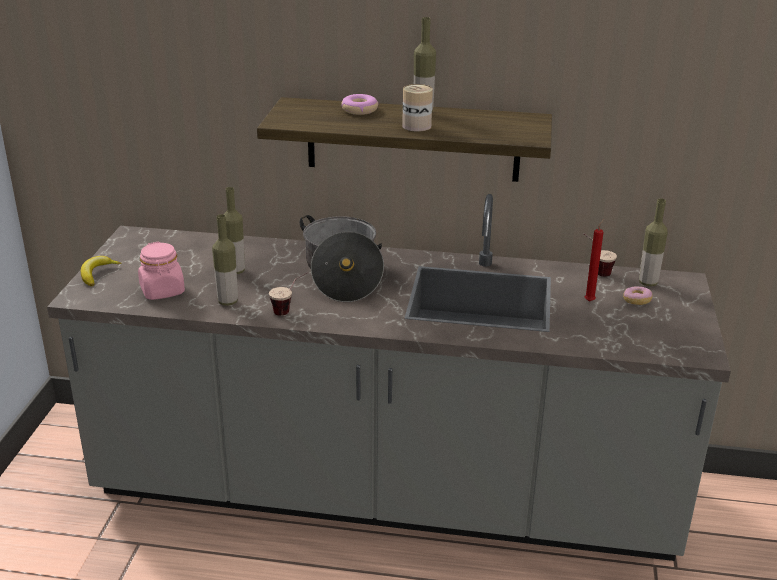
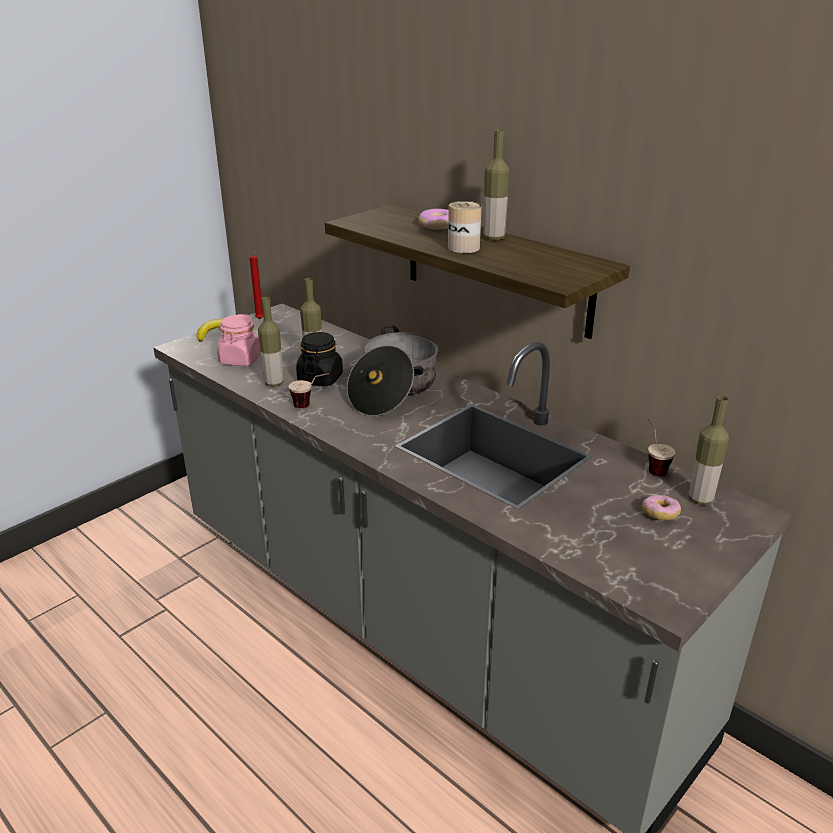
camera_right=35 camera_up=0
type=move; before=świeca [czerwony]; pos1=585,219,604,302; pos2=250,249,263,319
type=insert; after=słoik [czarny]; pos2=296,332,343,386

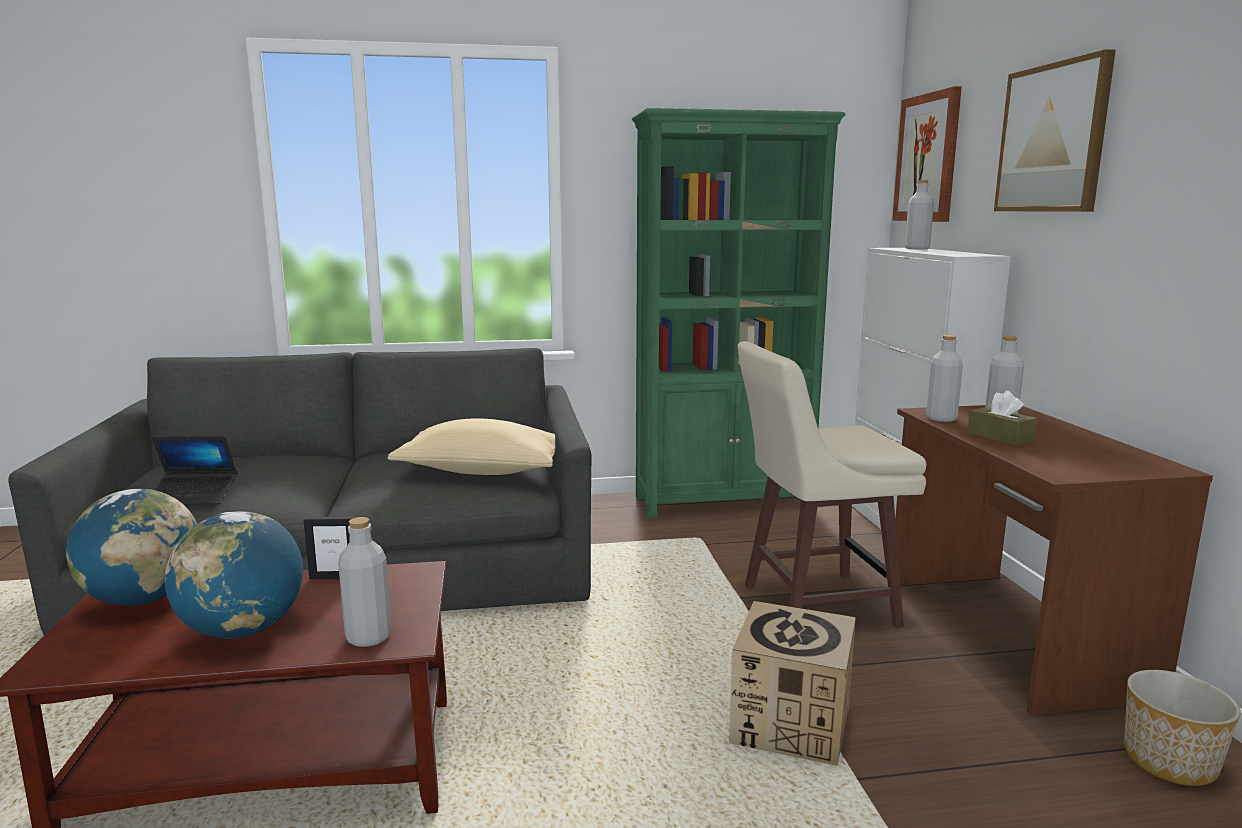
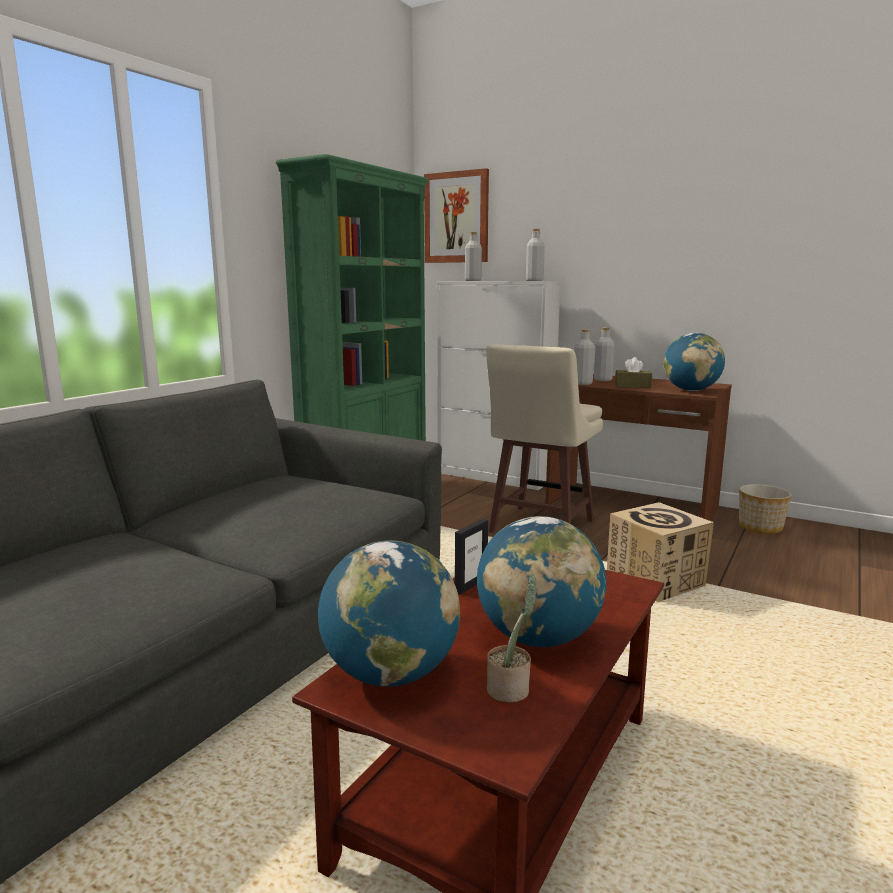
camera_right=-50 camera_up=0
type=insert; after=roślina doniczkowa; pos2=487,574,537,703
type=move; before=butelka [szary]; pos1=338,517,392,647; pos2=526,229,545,281
type=insert; after=globus; pos2=663,333,725,391
type=delete; before=laptop; pos1=152,436,237,505
type=delete; before=poduszka [beżowy]; pos1=388,418,555,475
type=delete; before=obraz; pos1=994,49,1116,212

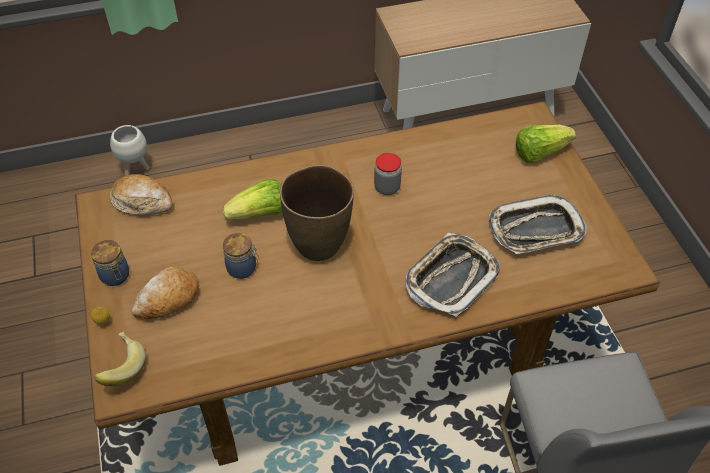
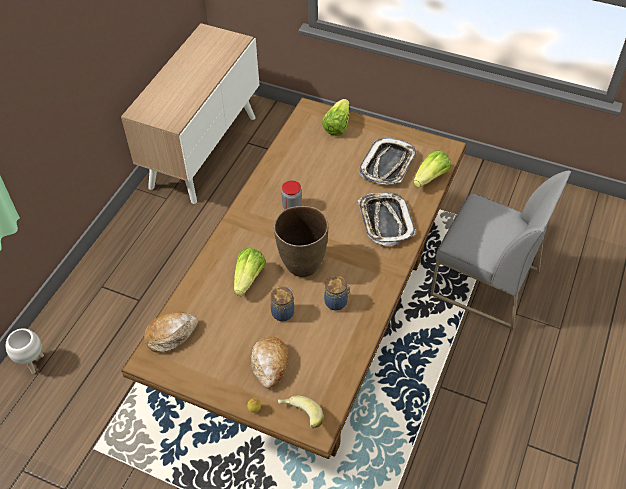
camera_right=-50 camera_up=0
type=move; before=słoik; pos1=91,240,129,286; pos2=324,276,350,311
type=insert; after=sałata; pos2=413,150,451,187

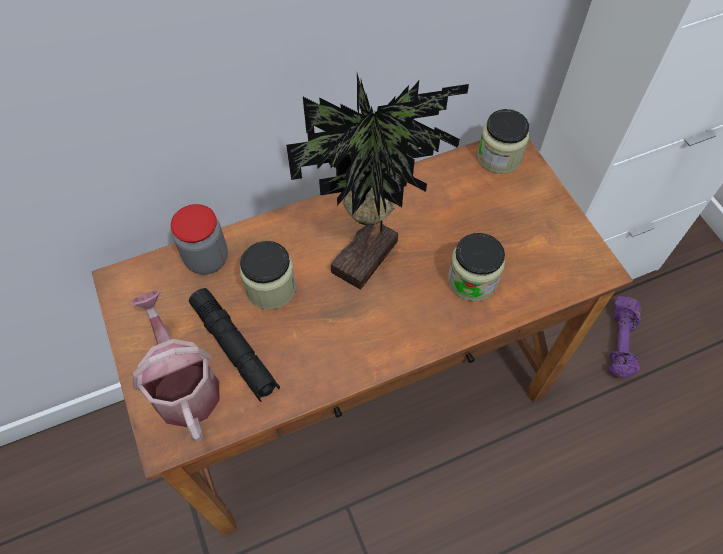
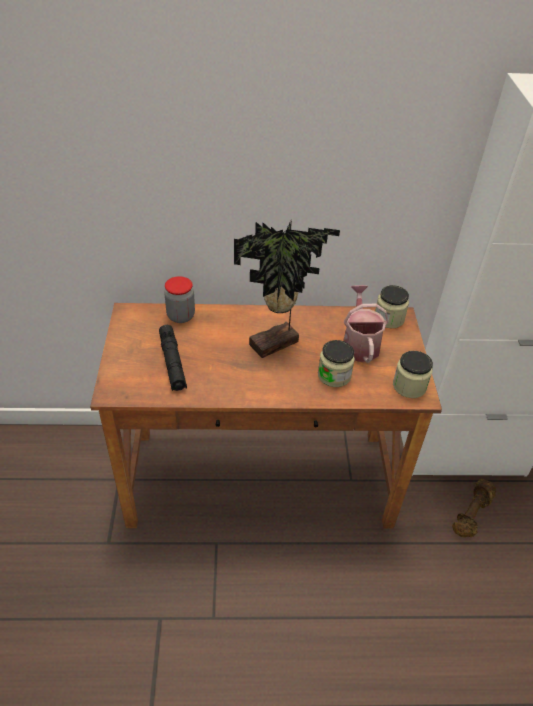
camera_right=20 camera_up=-15
type=move; before=konewka; pos1=130,291,220,442; pos2=343,285,389,363
type=move; before=słoik; pos1=240,241,296,310; pos2=393,351,433,398
type=recolor; before=hantel [fioletowy]; after=hantel [brązowy]; pos1=608,296,641,378; pos2=452,479,496,537

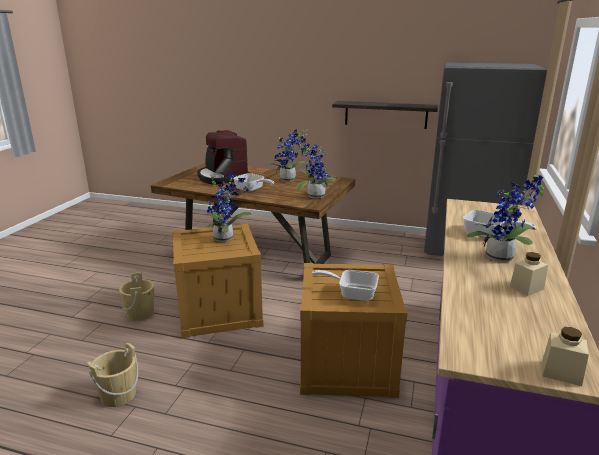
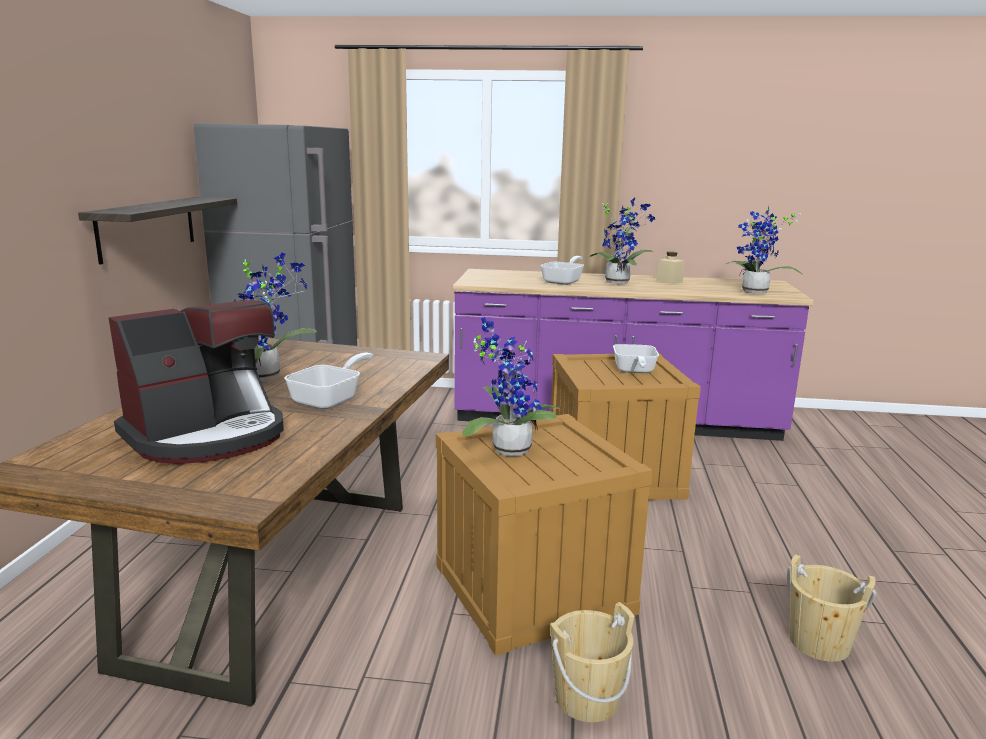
camera_right=-100 camera_up=-5
type=move; before=roślina doniczkowa; pos1=296,136,336,199; pos2=726,207,803,294
type=delete; before=słoik [beżowy]; pos1=542,327,589,386

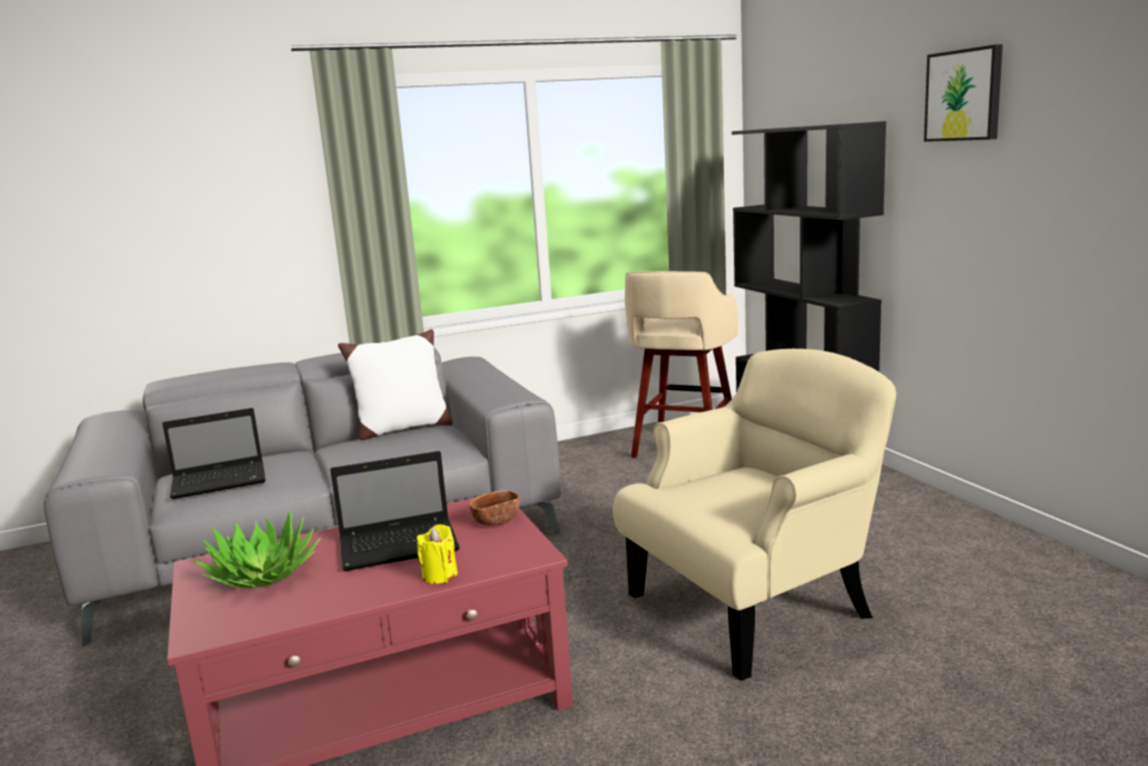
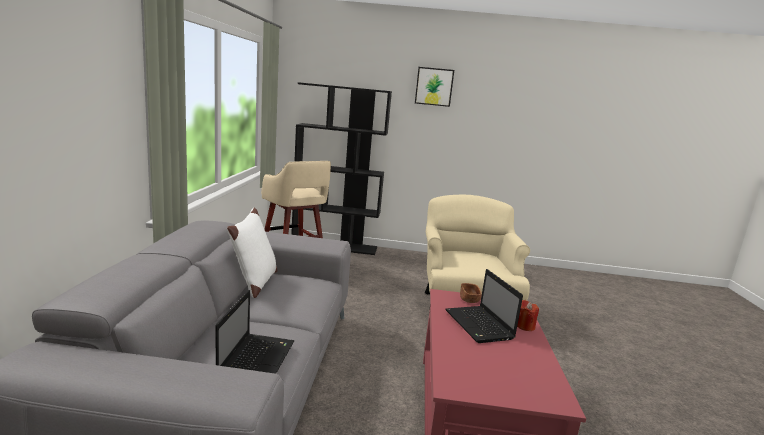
camera_right=-65 camera_up=0
type=rotate; before=laptop; pos1=330,451,460,571; pos2=445,269,523,343; turn=150
type=recolor; before=świeca [żółty]; after=świeca [czerwony]; pos1=417,524,458,584; pos2=517,300,539,331
type=delete; before=roślina doniczkowa; pos1=193,510,321,588

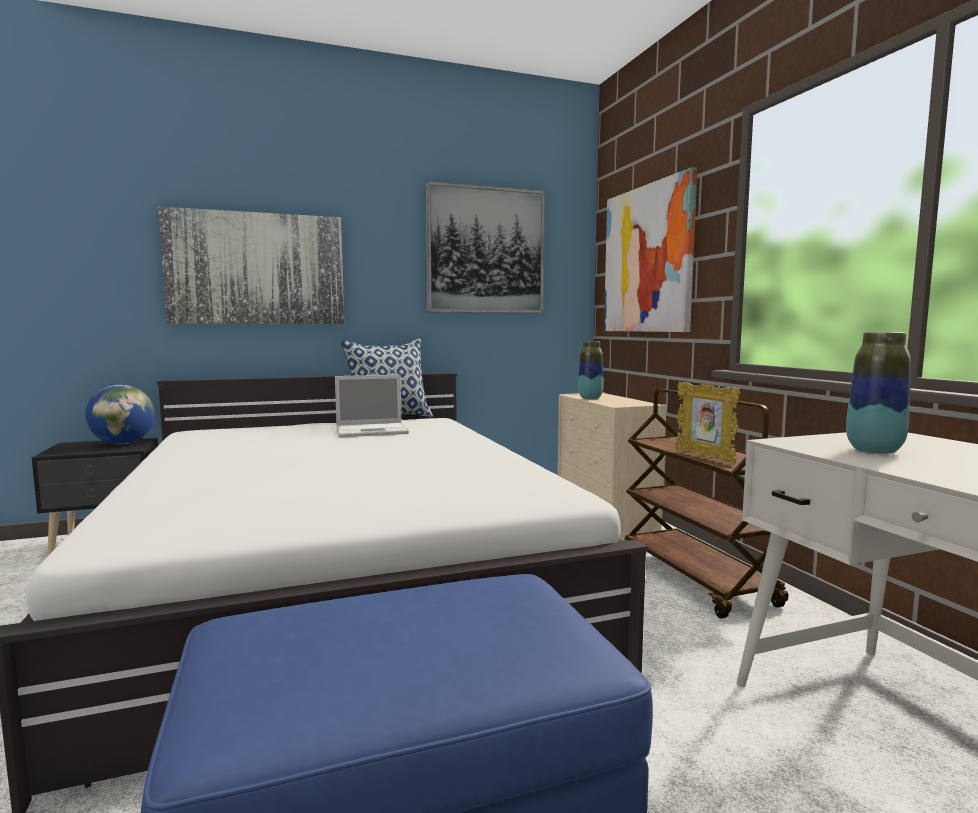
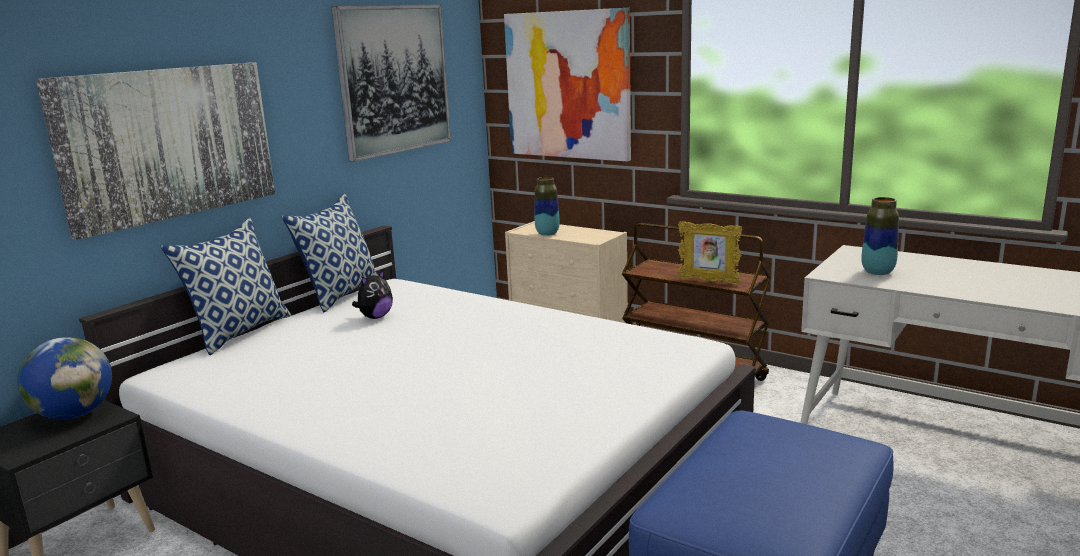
camera_right=-35 camera_up=10
type=insert; after=poduszka; pos2=161,218,292,355
type=replace; before=laptop; after=pluszak; pos1=335,375,409,437; pos2=352,269,393,319

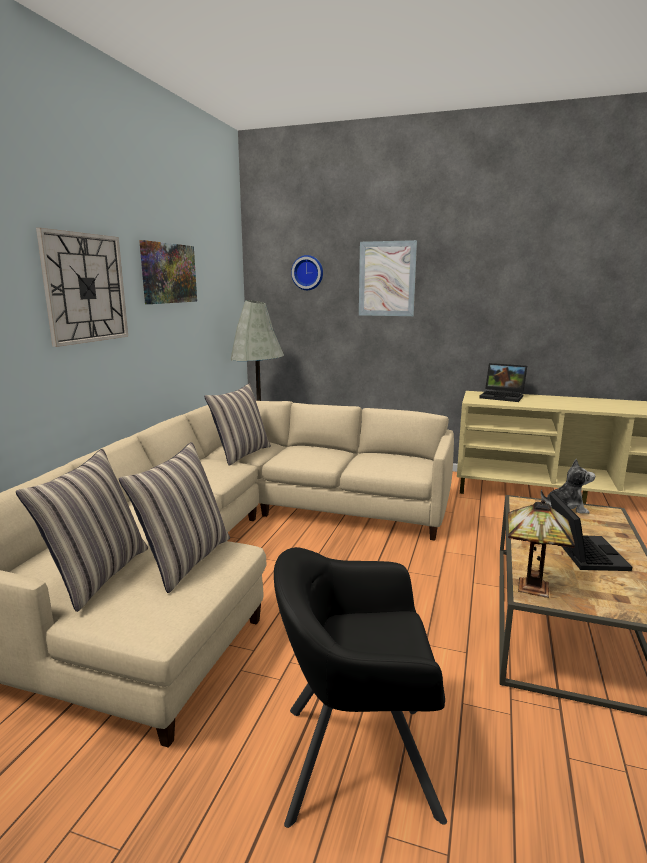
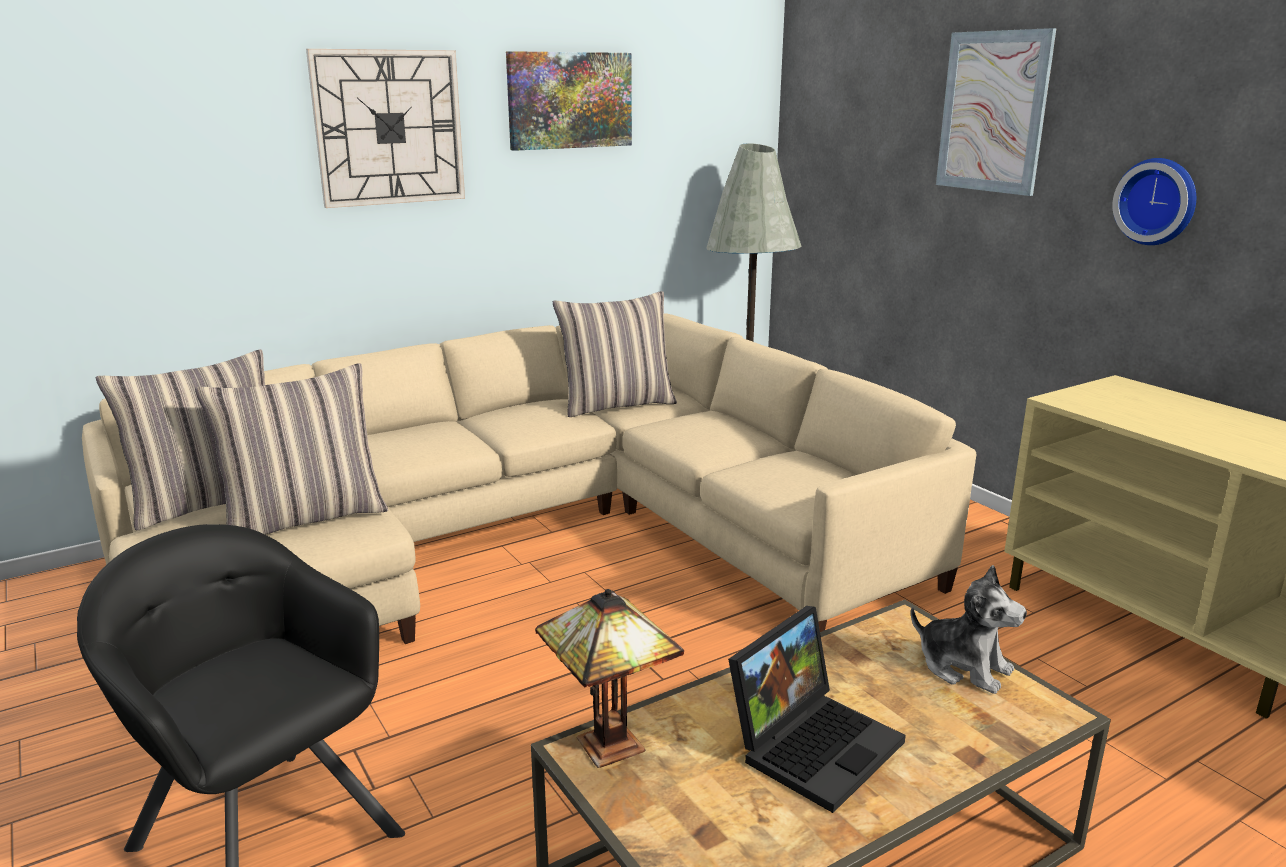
camera_right=40 camera_up=5
type=move; before=zegar ścienny; pos1=291,255,323,290; pos2=1112,158,1196,245
type=delete; before=laptop; pos1=479,363,527,402

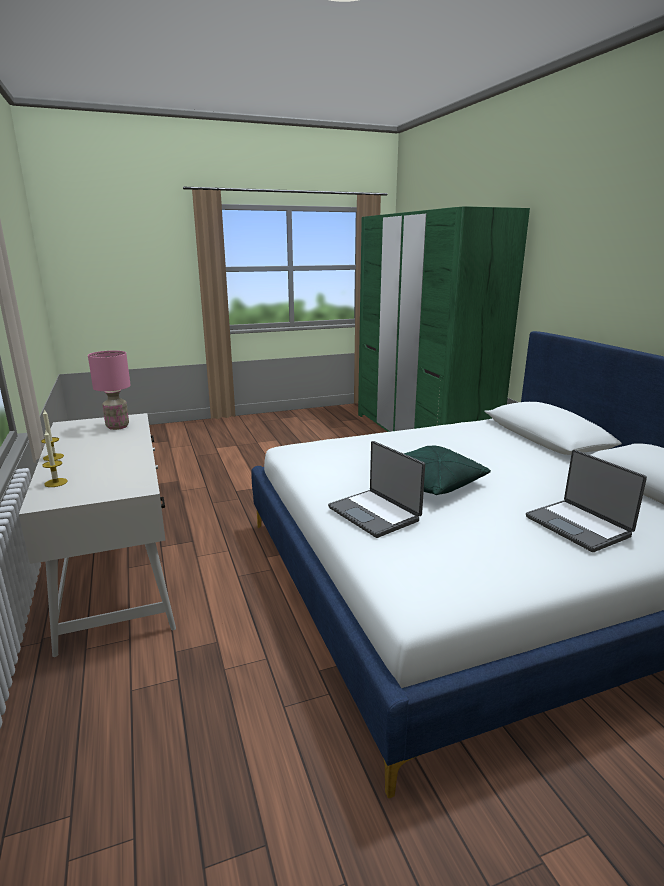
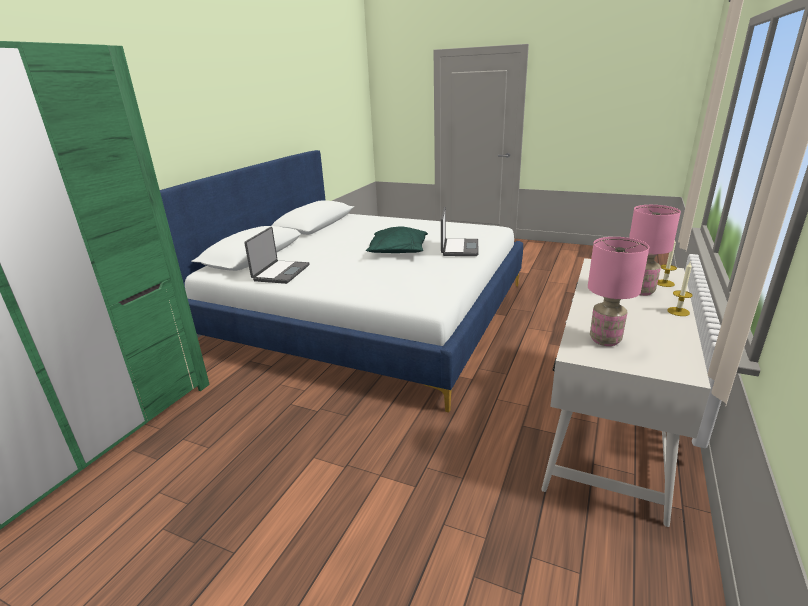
camera_right=-135 camera_up=5
type=move; before=laptop; pos1=526,450,647,552; pos2=244,227,309,284
type=insert; after=lampa stołowa [różowy]; pos2=629,205,681,296

